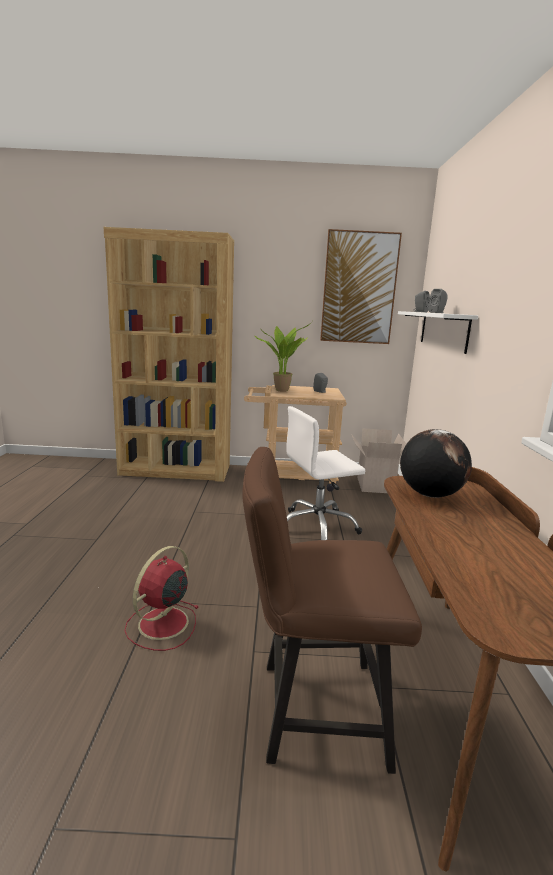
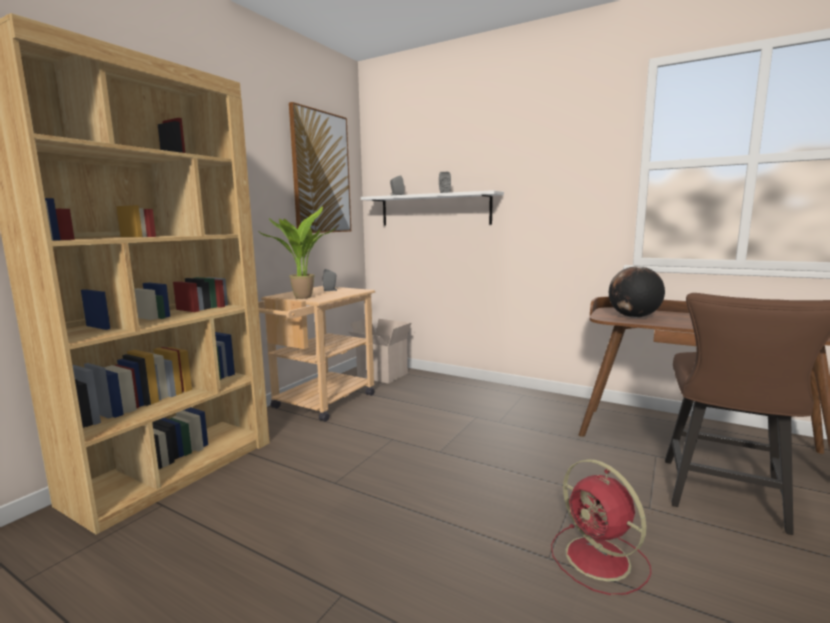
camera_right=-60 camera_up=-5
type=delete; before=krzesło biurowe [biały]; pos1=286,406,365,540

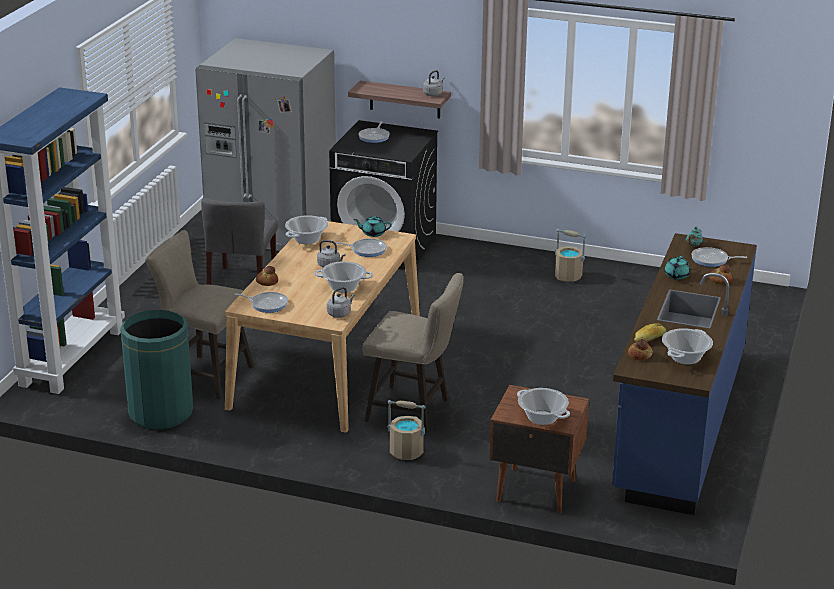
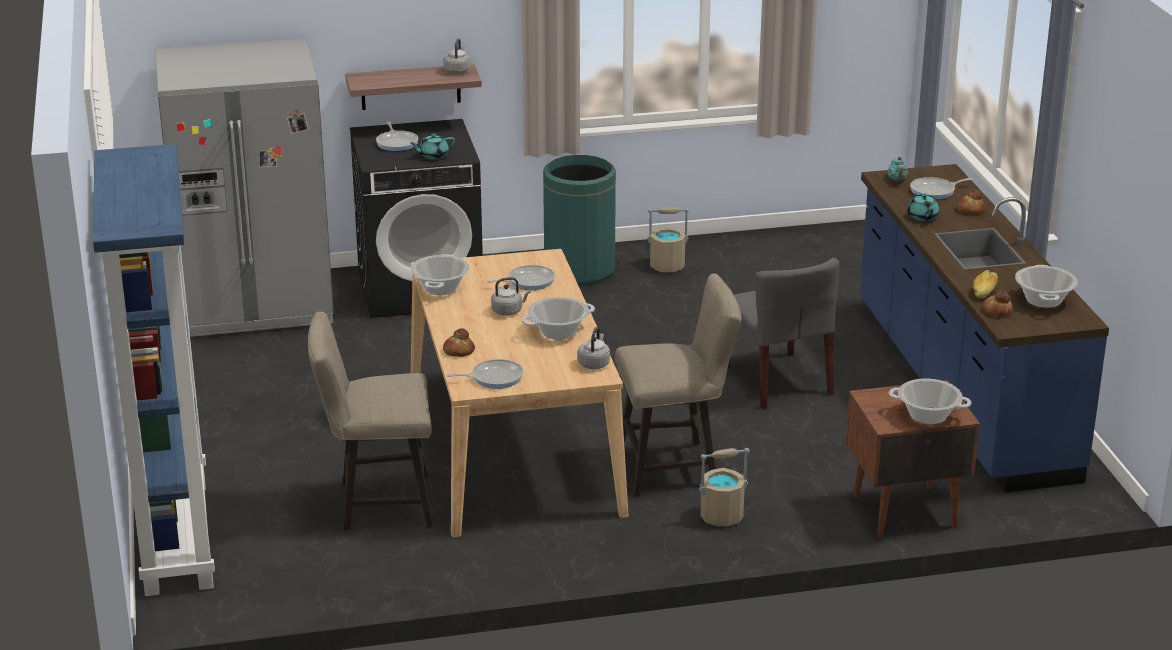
camera_right=-30 camera_up=0
type=move; before=imbryk [turkusowy]; pos1=354,216,392,237; pos2=410,133,455,160
type=move; before=kosz na śmieci [zielony]; pos1=120,310,193,429; pos2=543,155,616,285
type=move; before=krzesło [szary]; pos1=201,198,278,285; pos2=727,258,839,409

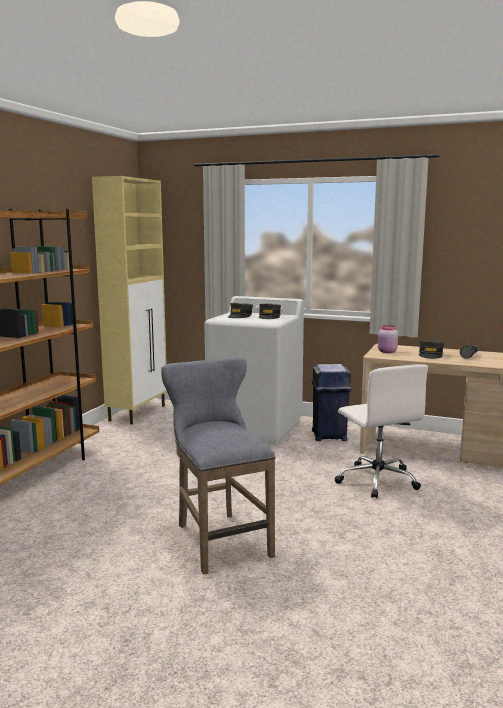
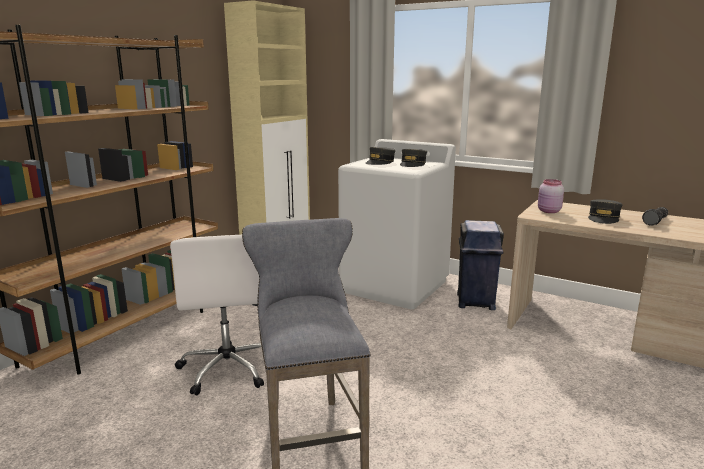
camera_right=10 camera_up=5
type=move; before=krzesło biurowe [biały]; pos1=334,364,428,498; pos2=170,235,264,395

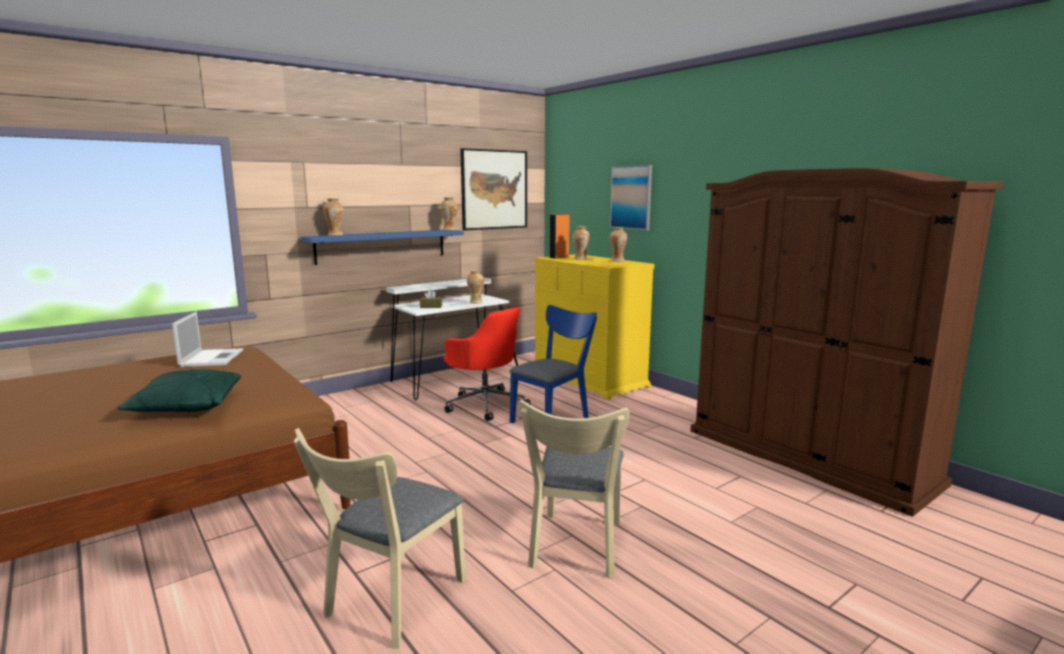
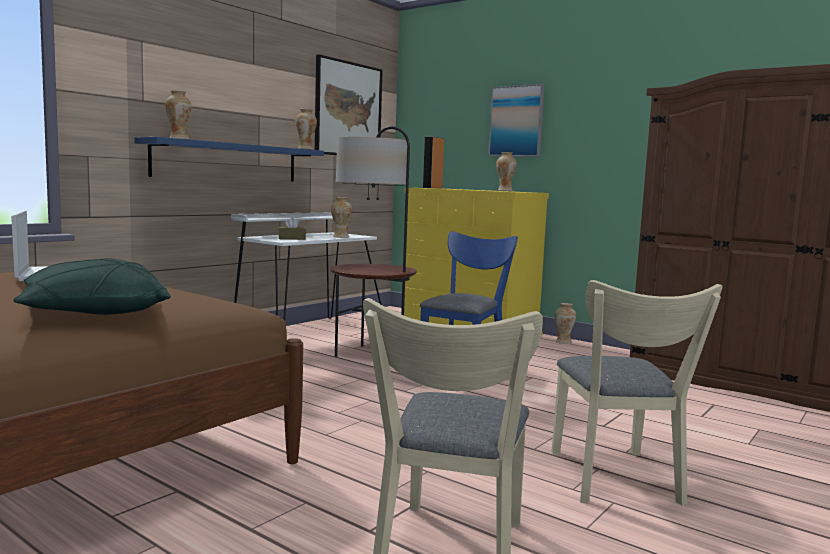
camera_right=-15 camera_up=-5
type=replace; before=krzesło biurowe [czerwony]; after=lampa stojąca; pos1=444,307,530,421; pos2=330,126,417,357
type=move; before=wazon; pos1=572,226,590,260; pos2=555,303,576,344

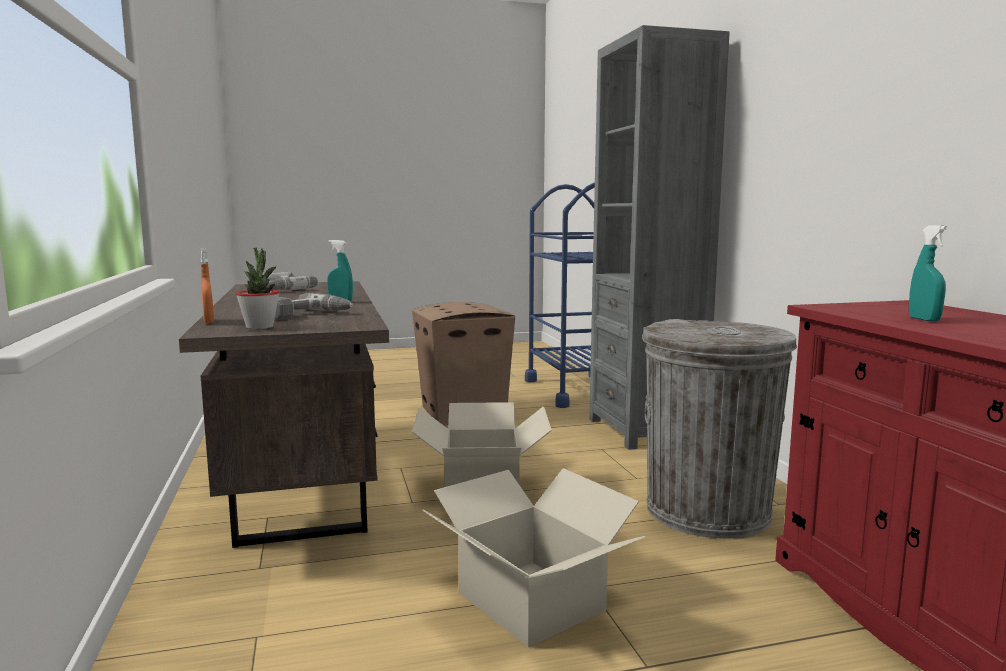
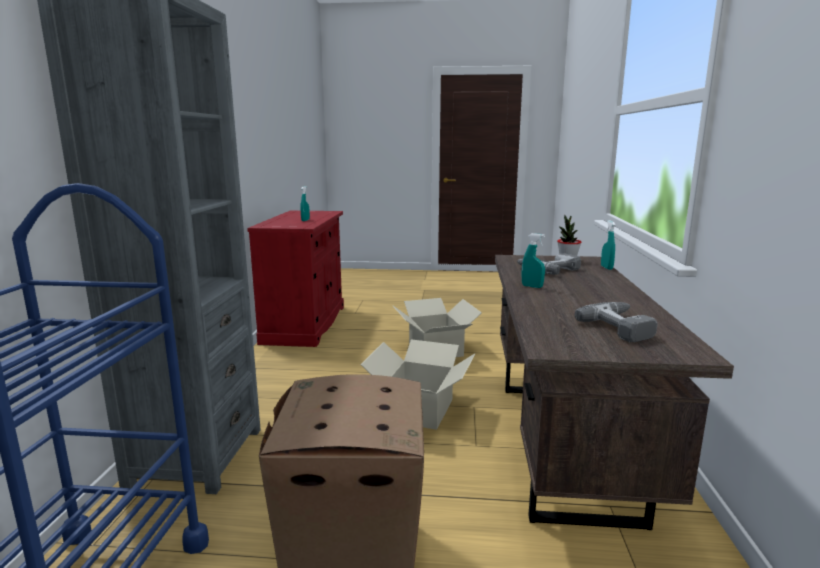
camera_right=-160 camera_up=5
type=recolor; before=spryskiwacz [pomarańczowy]; after=spryskiwacz [turkusowy]; pos1=201,247,214,323; pos2=601,220,615,270
type=delete; before=kosz na śmieci [szary]; pos1=642,319,797,539

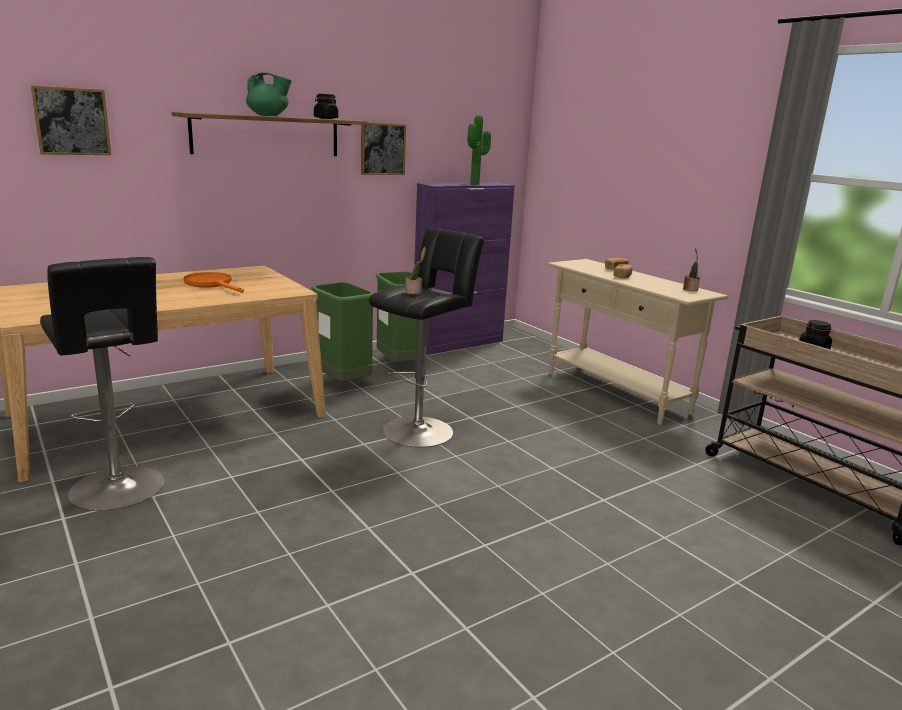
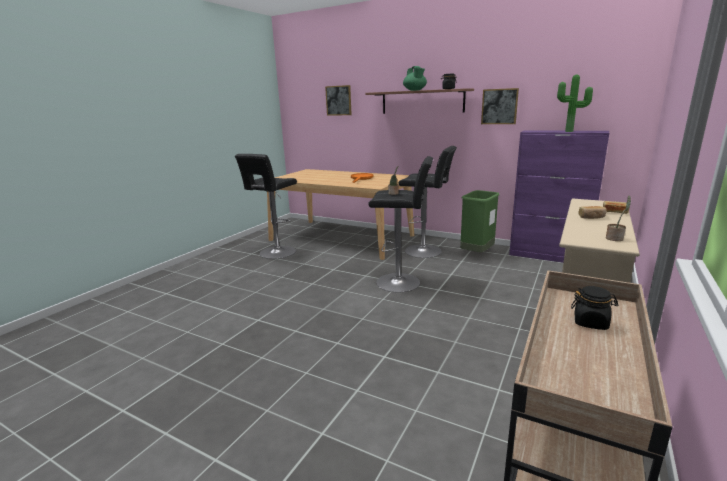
camera_right=65 camera_up=0
type=replace; before=kosz na śmieci [zielony]; after=stołek [czarny]; pos1=311,282,374,381; pos2=399,146,457,258

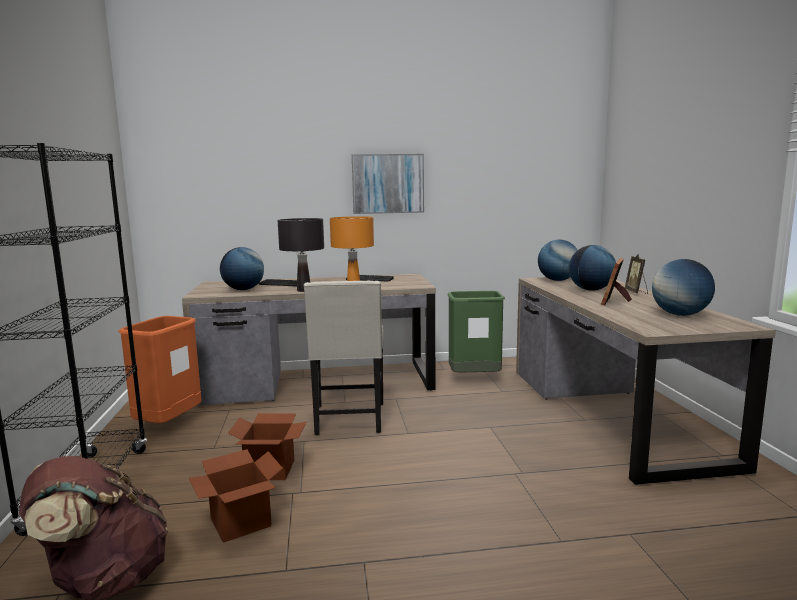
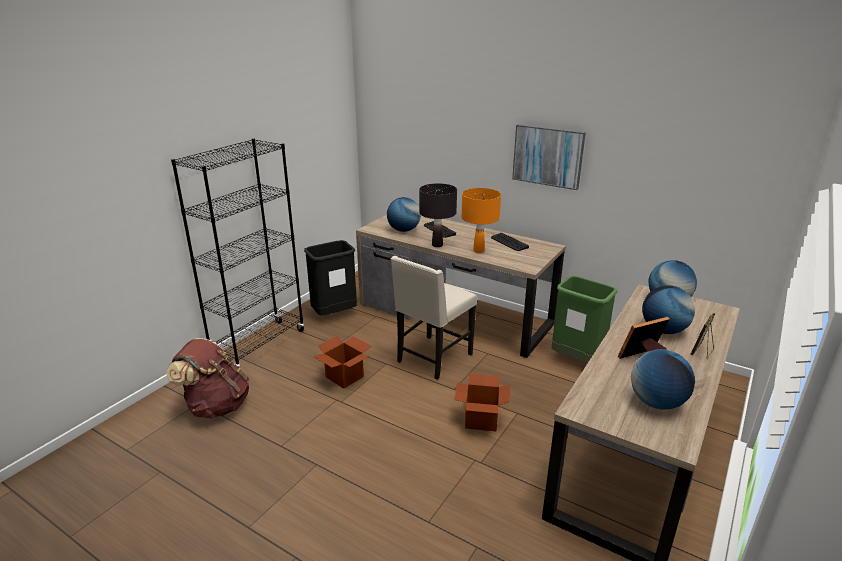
camera_right=40 camera_up=15
type=recolor; before=kosz na śmieci [pomarańczowy]; after=kosz na śmieci [czarny]; pos1=118,316,202,423; pos2=304,240,357,315
type=move; before=karton; pos1=189,449,283,543; pos2=455,374,510,431

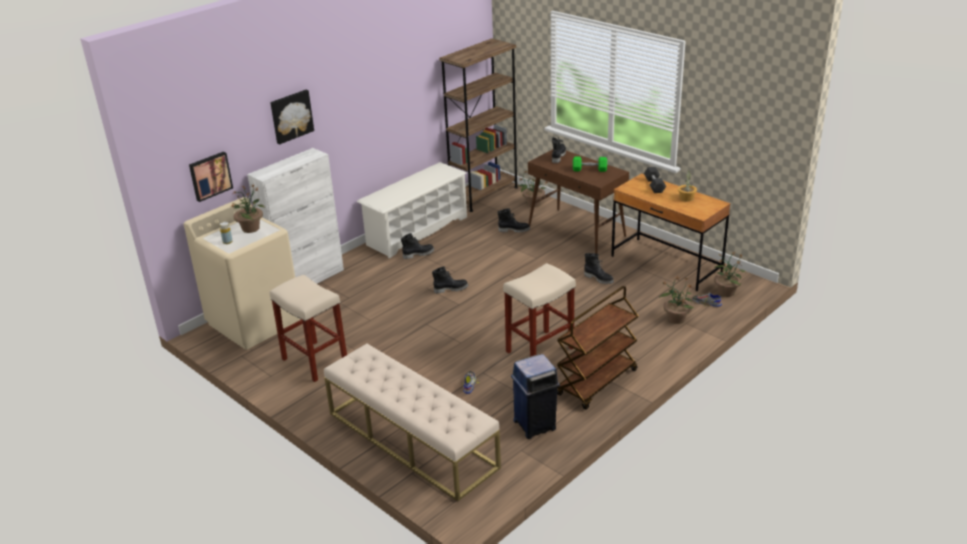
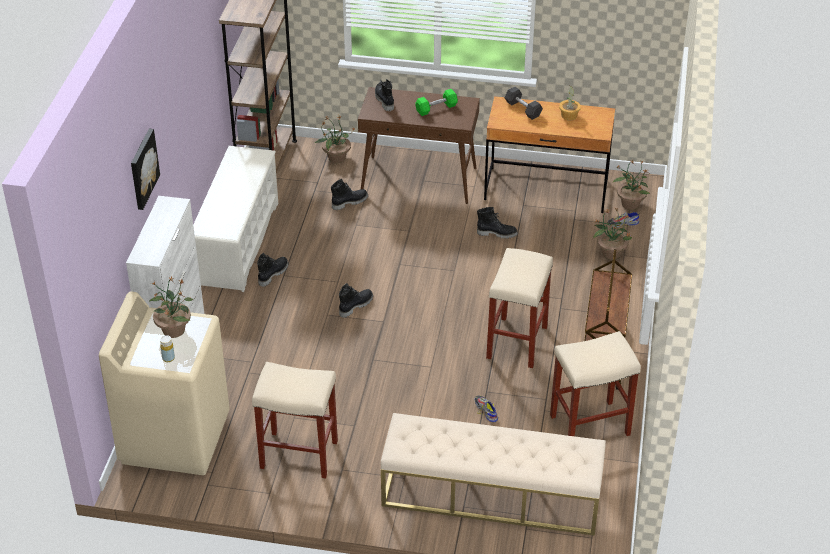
camera_right=-35 camera_up=10
type=replace; before=kosz na śmieci [niebieski]; after=stołek [beżowy]; pos1=511,354,560,439; pos2=550,331,641,436
type=delete; before=obraz; pos1=189,151,233,202

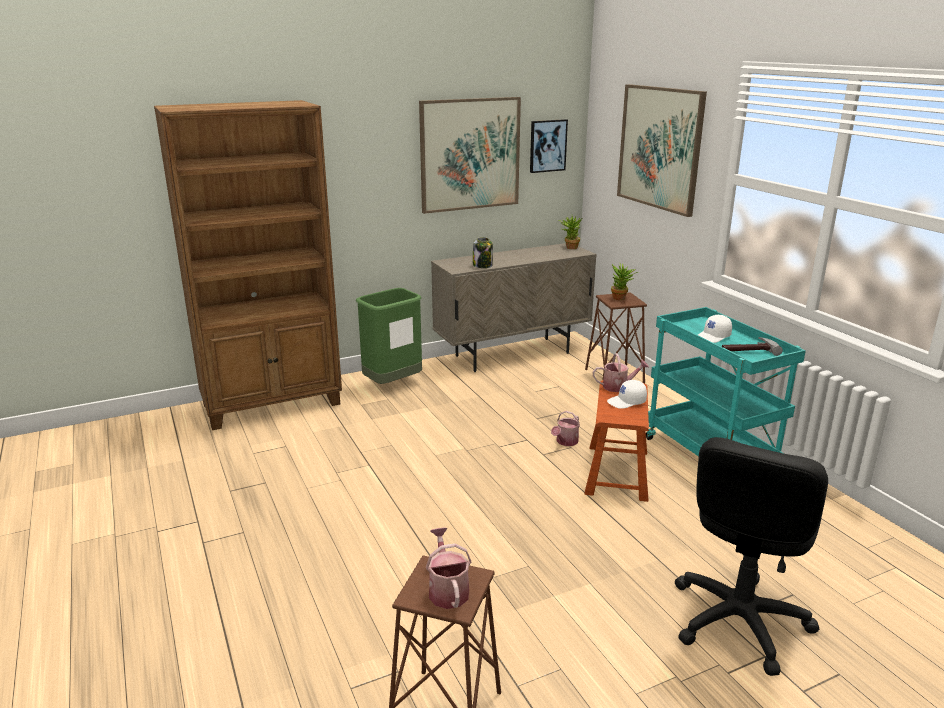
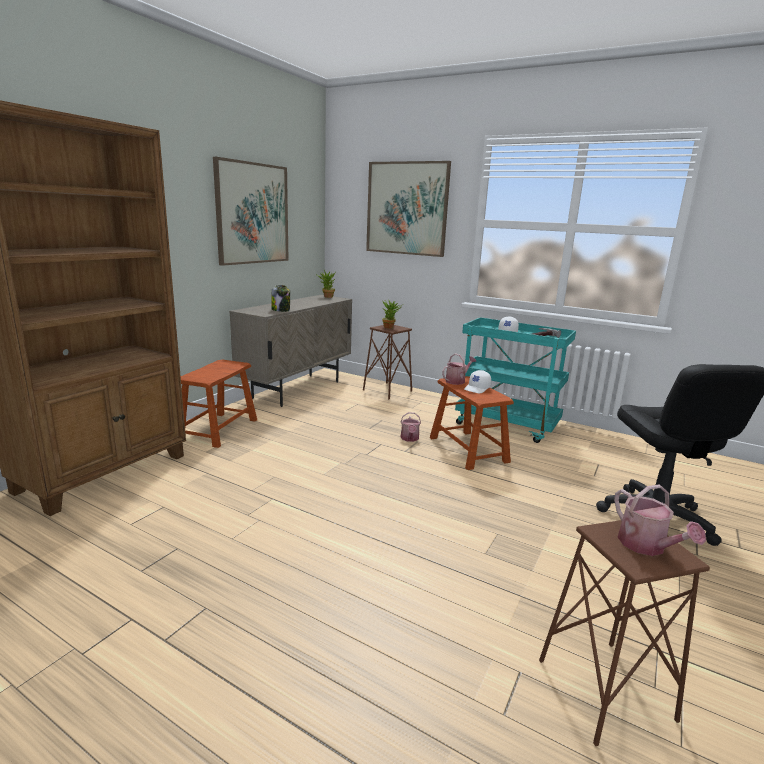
camera_right=-35 camera_up=-5
type=replace; before=kosz na śmieci [zielony]; after=stołek [brązowy]; pos1=356,288,422,384; pos2=181,360,257,448
type=rotate; before=konewka; pos1=426,527,471,609; pos2=614,485,706,556; turn=-150
type=delete; before=obraz; pos1=530,119,568,173

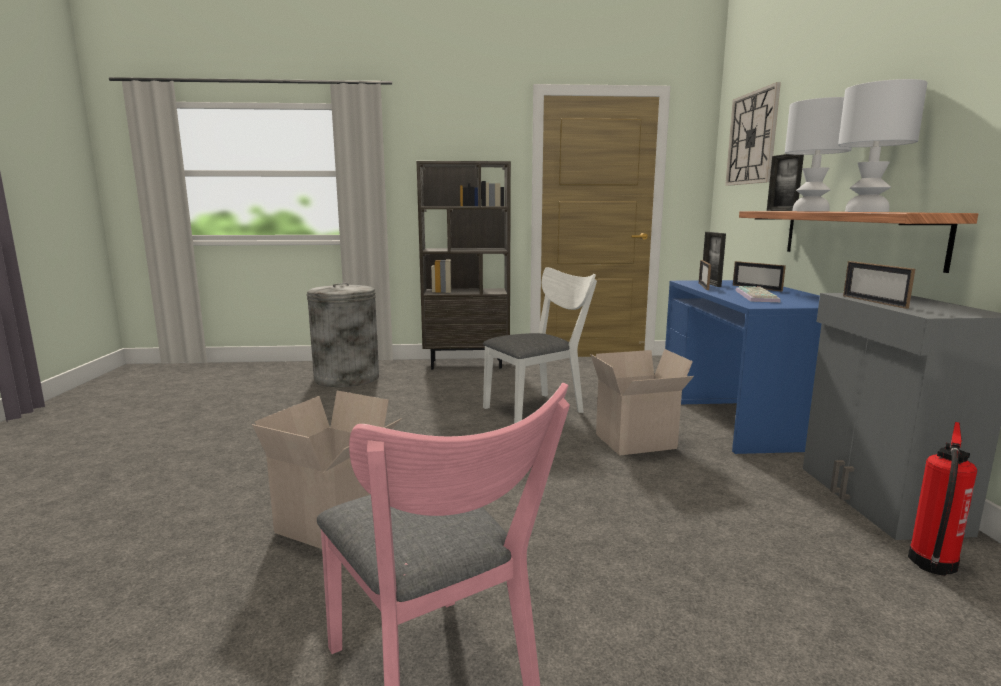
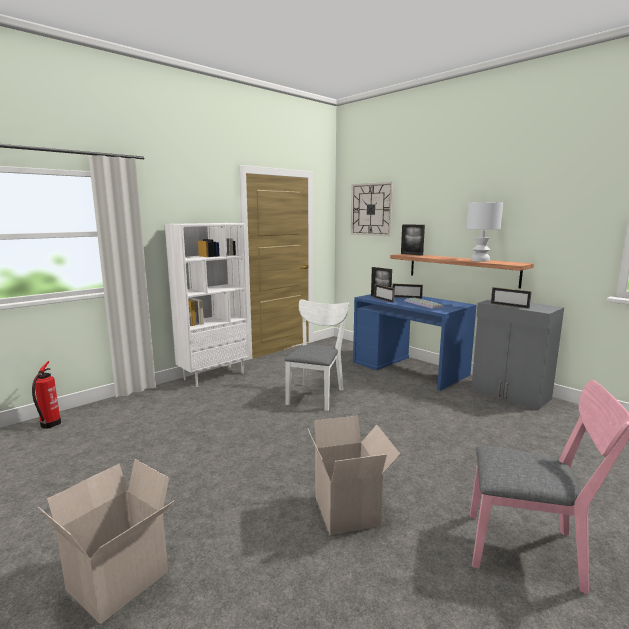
camera_right=-40 camera_up=0
type=move; before=gaśnica; pos1=908,422,977,576; pos2=32,361,61,429
type=move; before=karton; pos1=590,349,694,456; pos2=38,459,174,624
type=recolor; before=regał [brązowy]; after=regał [biały]; pos1=416,161,511,370; pos2=165,223,249,387
type=delete; before=kosz na śmieci [szary]; pos1=307,283,379,387
type=delete; before=lampa stołowa [biały]; pos1=785,97,852,211

